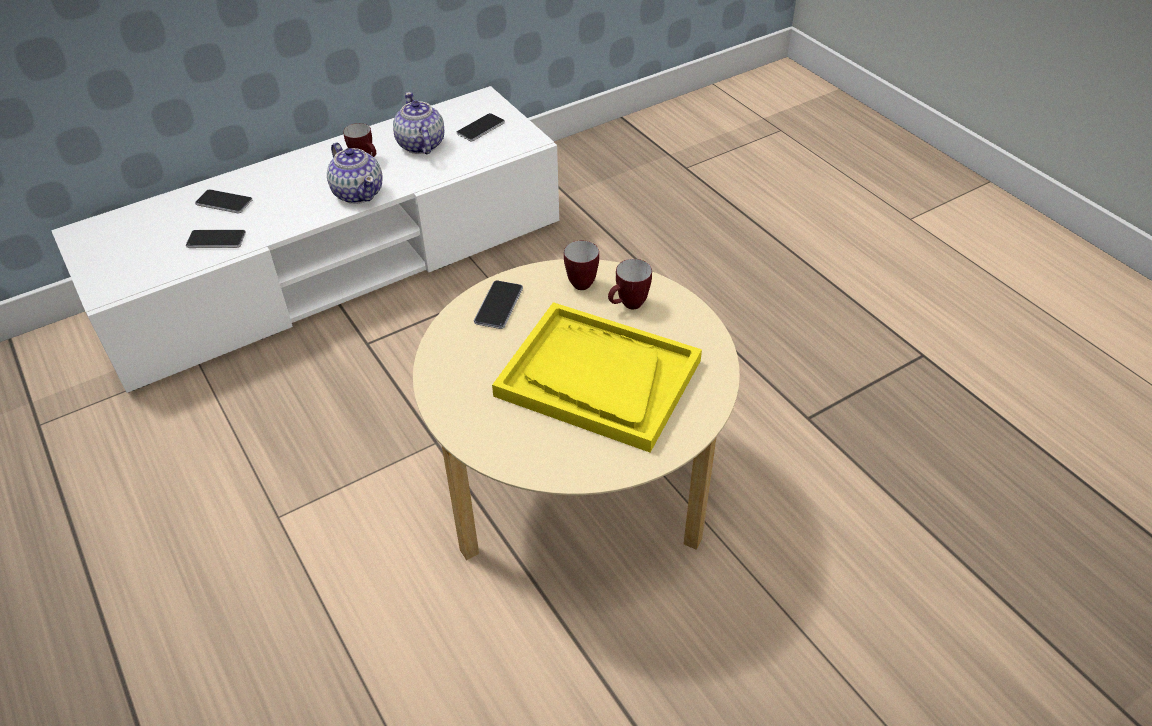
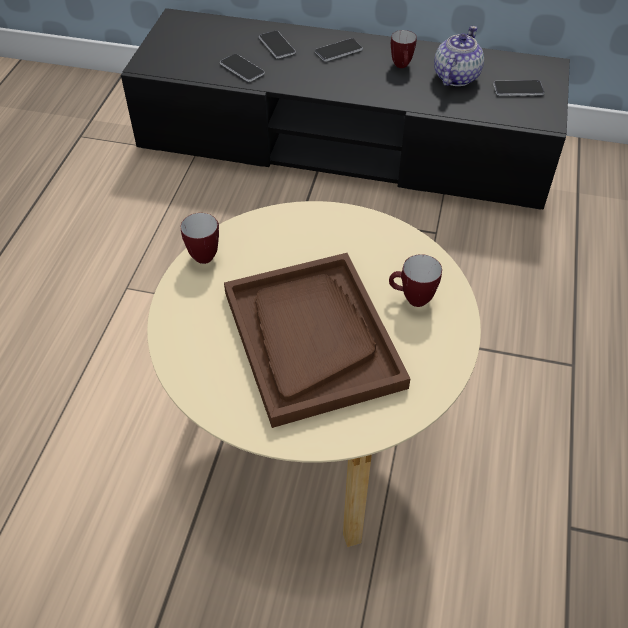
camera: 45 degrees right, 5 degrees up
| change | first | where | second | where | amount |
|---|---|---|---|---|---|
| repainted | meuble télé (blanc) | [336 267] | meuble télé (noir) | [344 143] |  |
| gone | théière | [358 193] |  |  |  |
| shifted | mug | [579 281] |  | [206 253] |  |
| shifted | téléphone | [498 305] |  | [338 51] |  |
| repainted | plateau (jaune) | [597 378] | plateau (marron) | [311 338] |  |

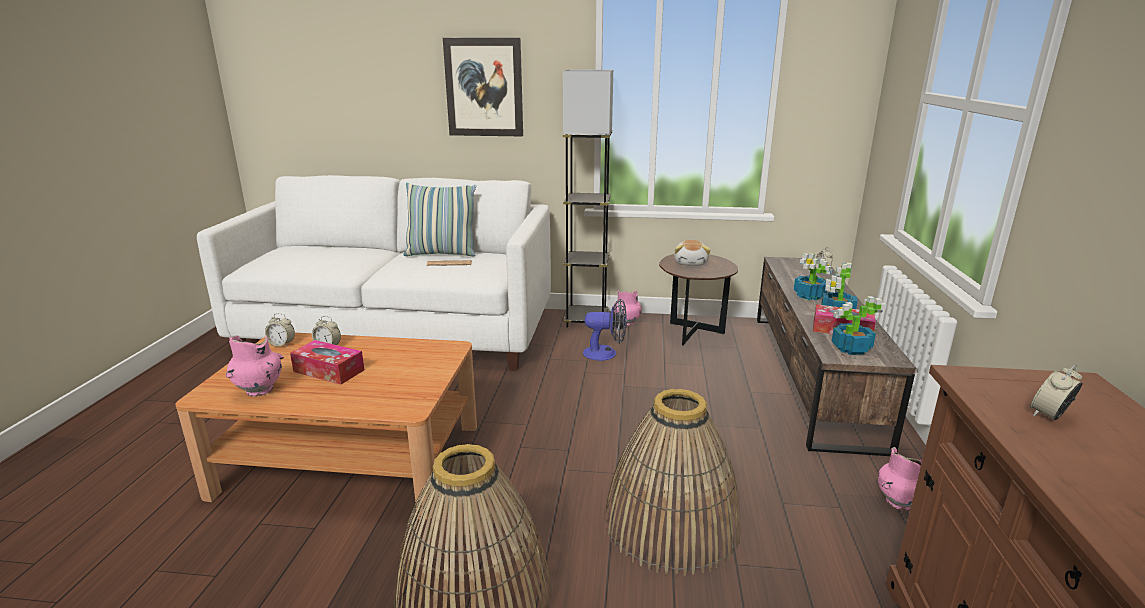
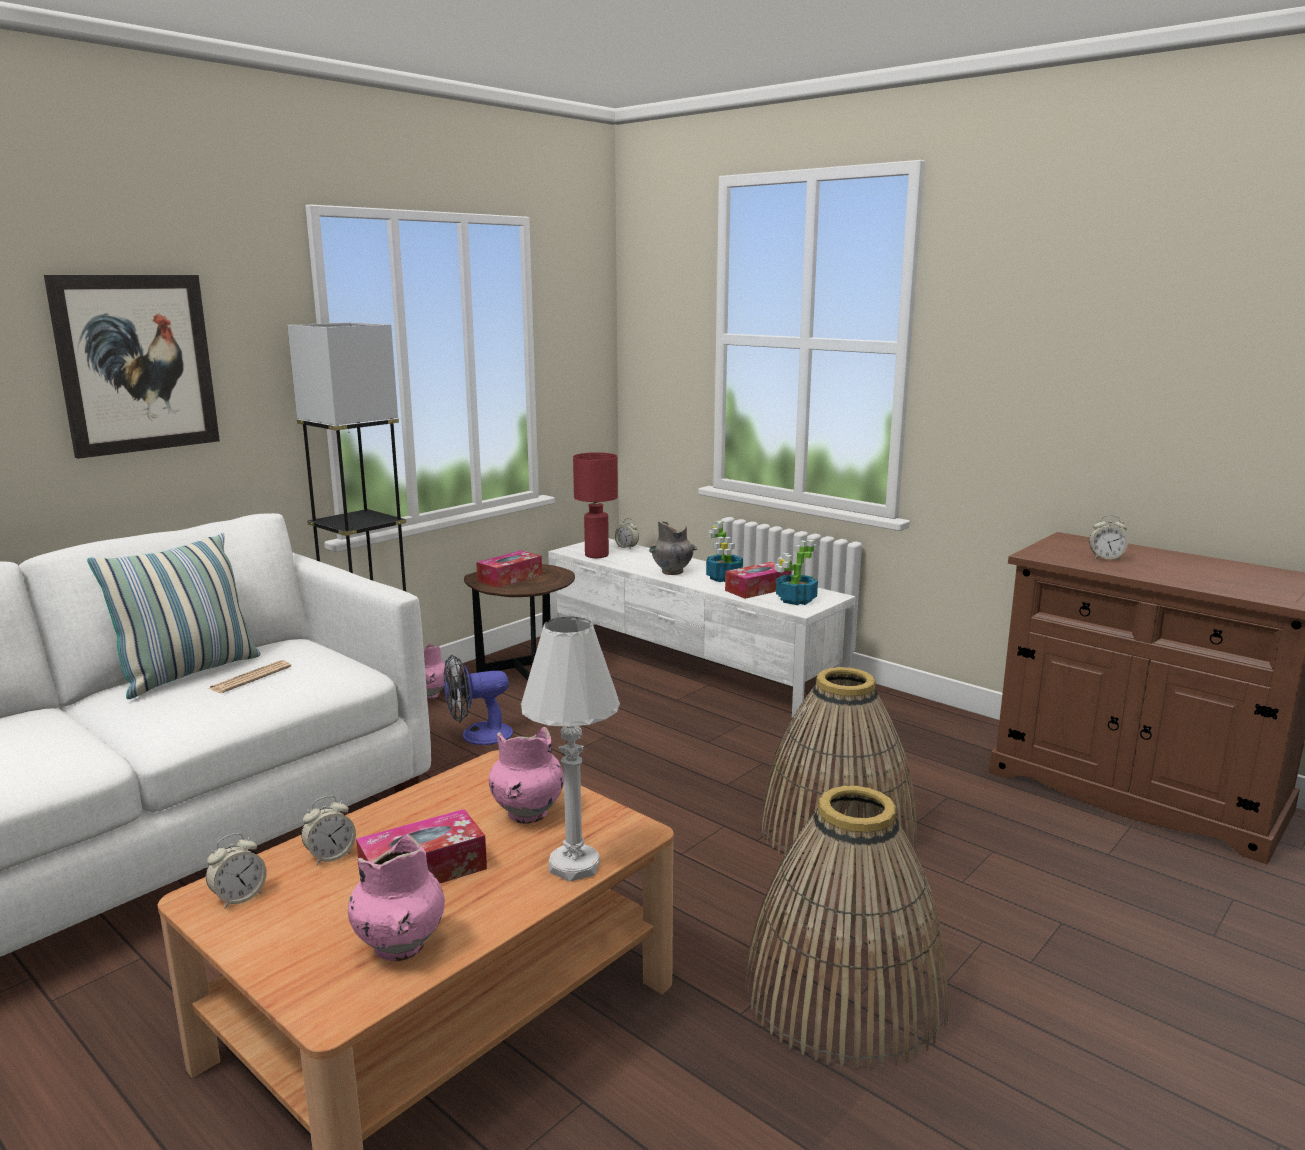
camera: 55 degrees left, 5 degrees down
| change | first | where | second | where | amount |
|---|---|---|---|---|---|
| swapped | peluche | [691 263] | boîte à mouchoirs | [510 578] |  |
| swapped | plante en pot | [810 296] | vase (gris) | [673 572] |  |
| repainted | meuble télé (marron) | [812 375] | meuble télé (blanc) | [690 662] |  |
| rotated | ventilateur | [606 353] |  | [477 735] | 150 degrees counterclockwise |
| rotated | réveil | [1049 415] |  | [1105 558] | 75 degrees counterclockwise |
| shifted | vase (rose) | [899 502] |  | [528 813] |  |
| new |  |  | lampe de table (rouge) | [597 555] |  |
| new |  |  | lampe de table (blanc) | [574 866] |  |

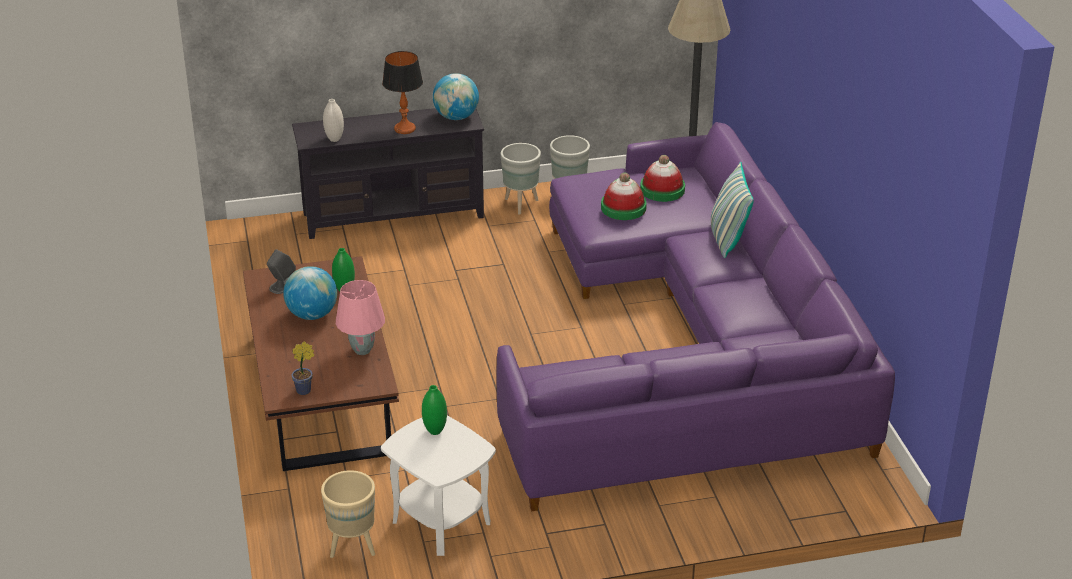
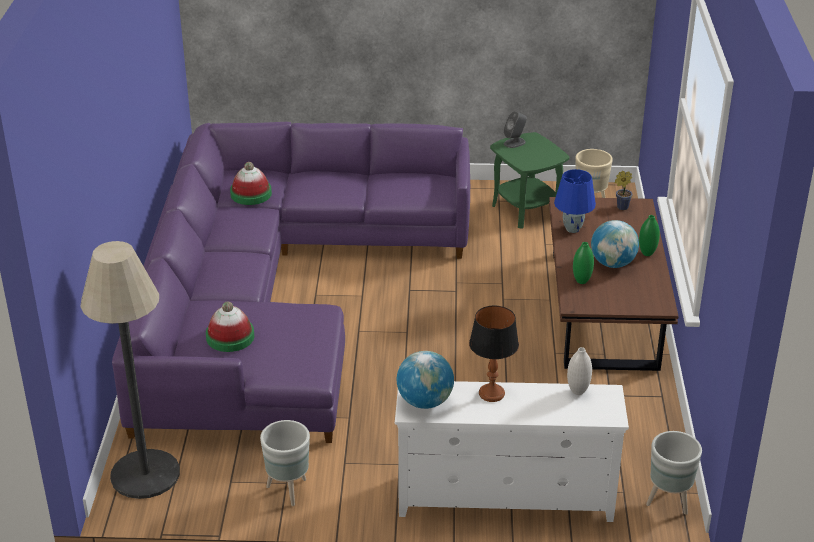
camera: 165 degrees left, 0 degrees up
| change | first | where | second | where | amount |
|---|---|---|---|---|---|
| repainted | meuble télé (noir) | [393 216] | meuble télé (blanc) | [505 499] |  |
| shifted | cache-pot (gris) | [521 204] |  | [668 501] |  |
| gone | coussin | [727 239] |  |  |  |
| shifted | chapeau | [623 208] |  | [251 194] |  |
| shifted | enceinte (gris) | [282 286] |  | [515 142] |  |
| repainted | lampe de table (rose) | [362 350] | lampe de table (bleu) | [572 229] |  |
| shifted | vase (vert) | [435 431] |  | [647 253] |  |
| repainted | table d'appoint (blanc) | [440 522] | table d'appoint (vert) | [526 210] |  |

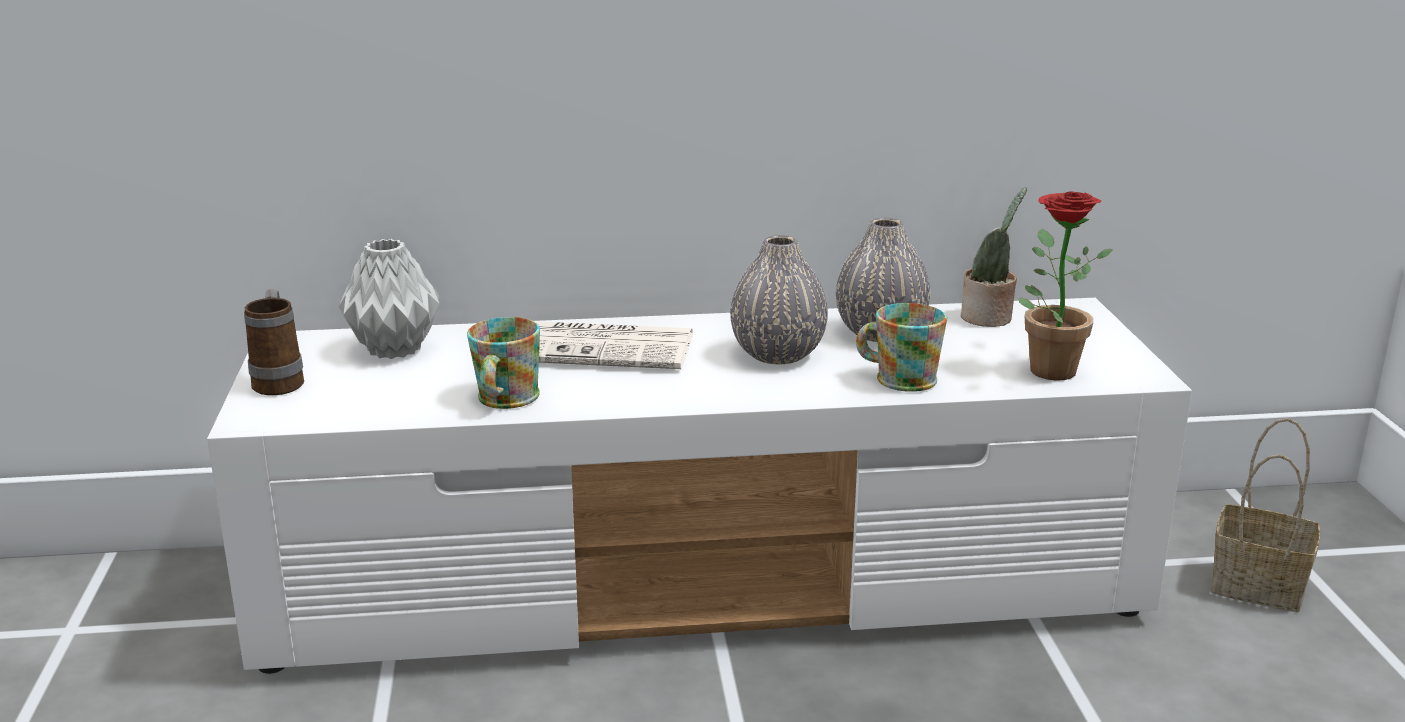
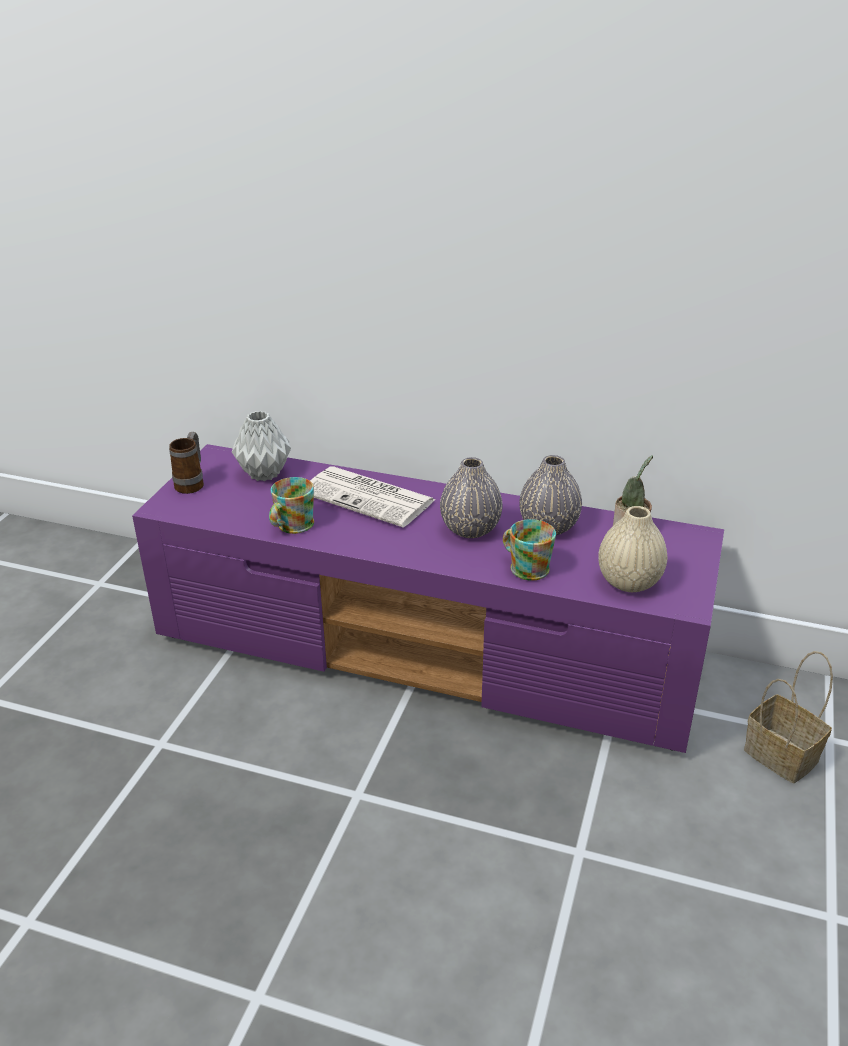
camera: 25 degrees right, 10 degrees up
| change | first | where | second | where | amount |
|---|---|---|---|---|---|
| swapped | plante en pot | [1046 367] | vase (beige) | [629 581] |  |
| repainted | meuble télé (blanc) | [707 585] | meuble télé (violet) | [428 649] |  |

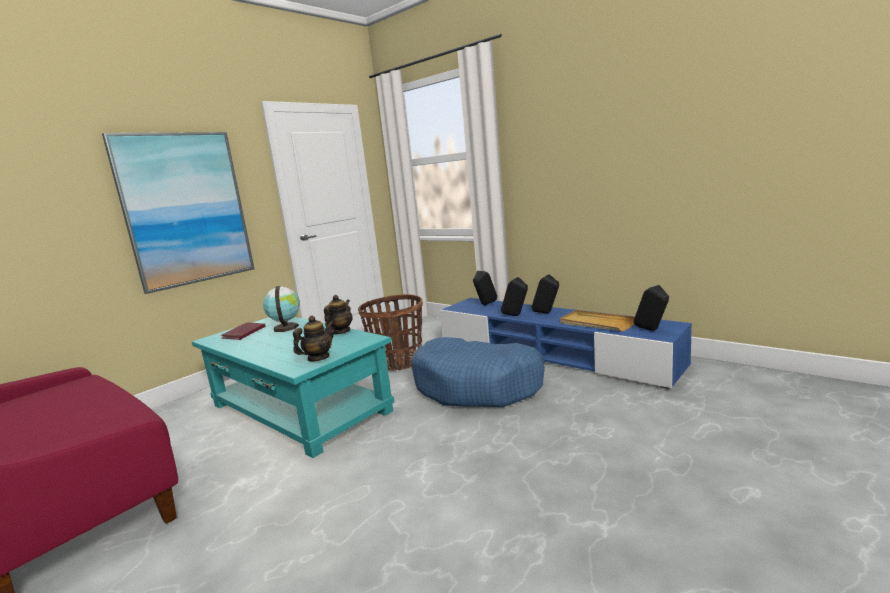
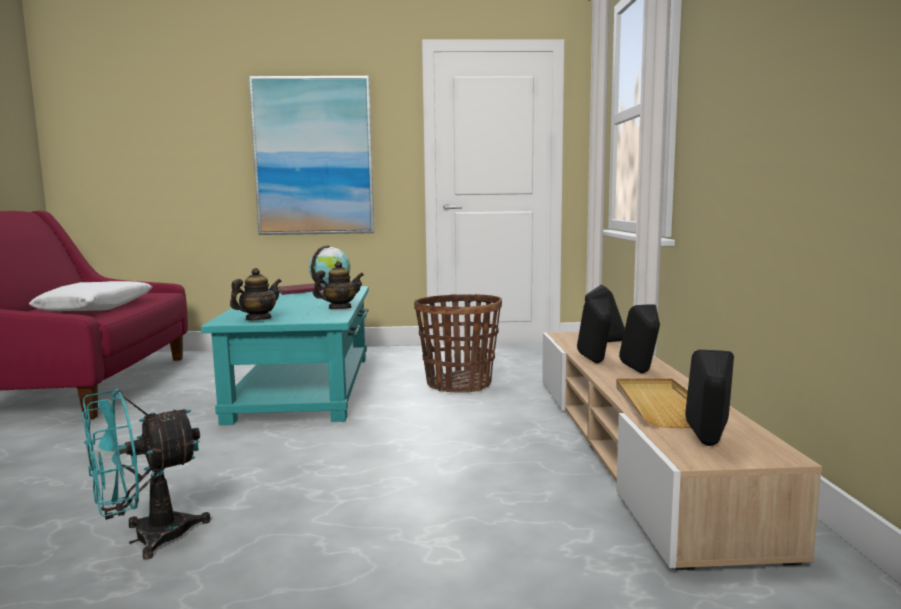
camera: 45 degrees right, 5 degrees down
| change | first | where | second | where | amount |
|---|---|---|---|---|---|
| repainted | meuble télé (bleu) | [552 354] | meuble télé (beige) | [633 447] |  |
| rotated | théière | [318 358] |  | [258 319] | 45 degrees counterclockwise |
| gone | panier pour chien (bleu) | [478 386] |  |  |  |
| new |  |  | coussin (blanc) | [96 308] |  |
| new |  |  | ventilateur (turquoise) | [146 539] |  |

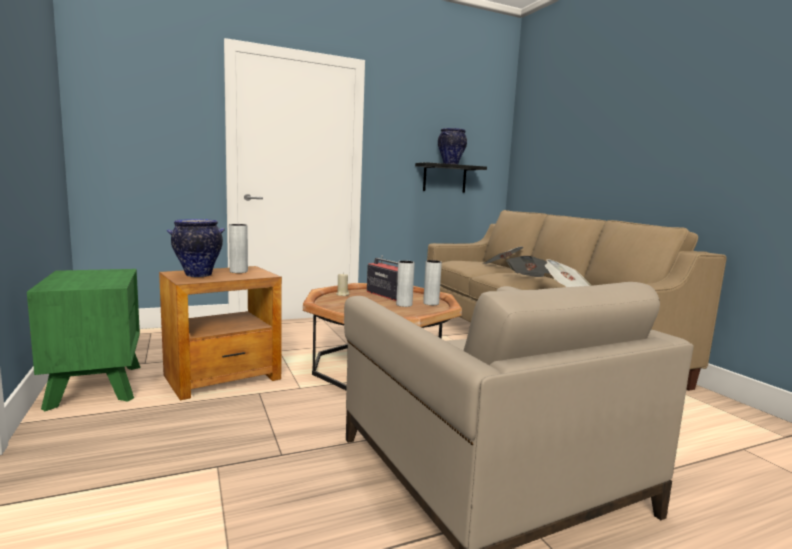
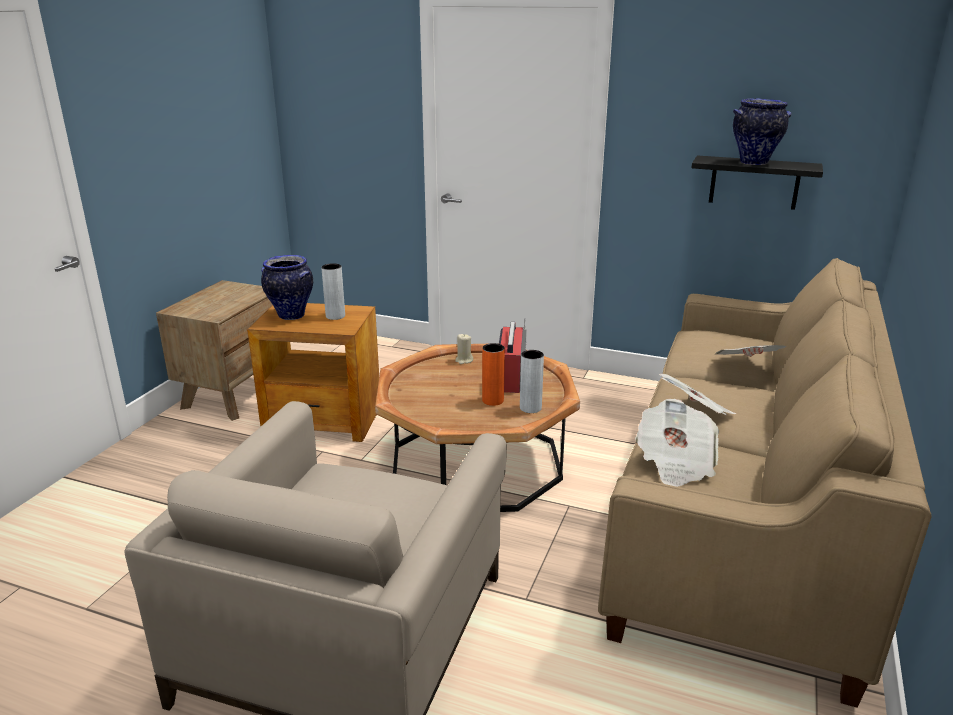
camera: 45 degrees right, 15 degrees up
| change | first | where | second | where | amount |
|---|---|---|---|---|---|
| repainted | vase (gris) | [404 305] | vase (orange) | [493 400] |  |
| repainted | table de chevet (vert) | [95 386] | table de chevet (marron) | [234 394] |  |

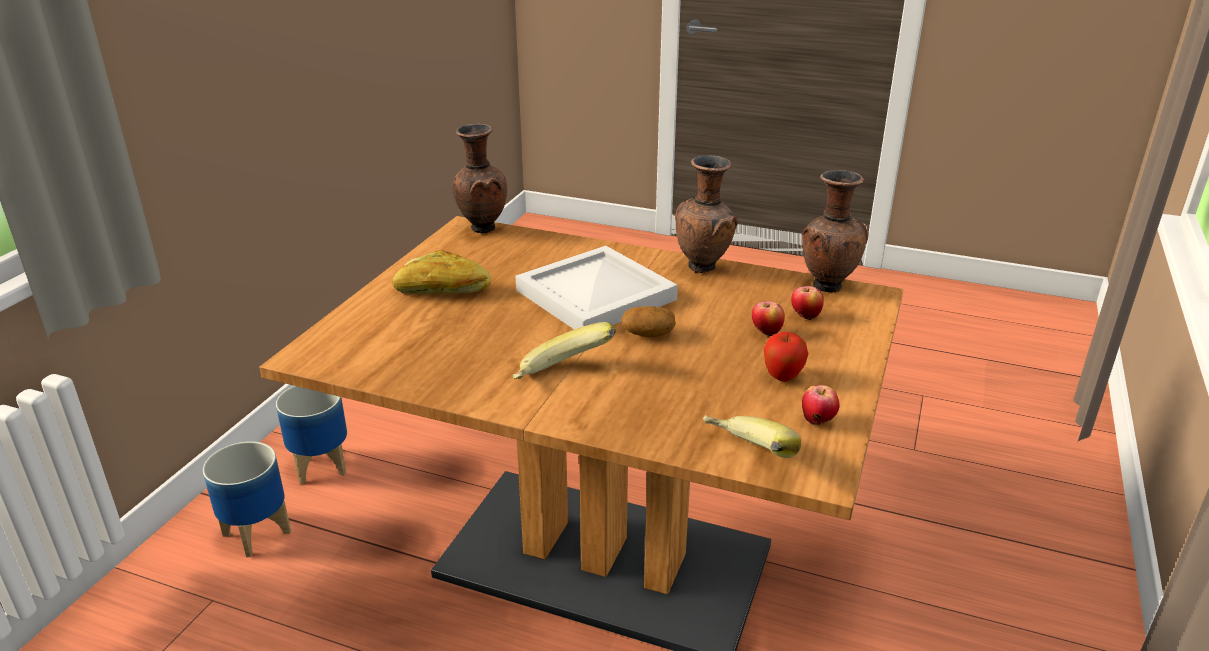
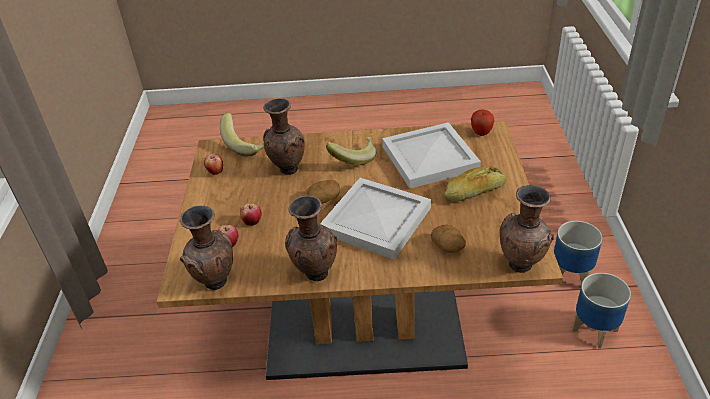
camera: 160 degrees right, 10 degrees up
| change | first | where | second | where | amount |
|---|---|---|---|---|---|
| shifted | pomme | [782 377] |  | [481 133] |  |
| new |  |  | vase (marron) | [287 169] |  |
| new |  |  | plateau (blanc) | [431 158] |  |
| new |  |  | pomme de terre | [448 246] |  |

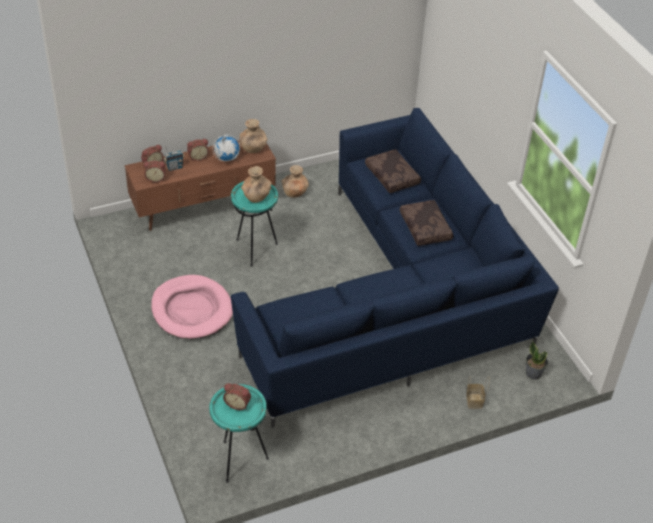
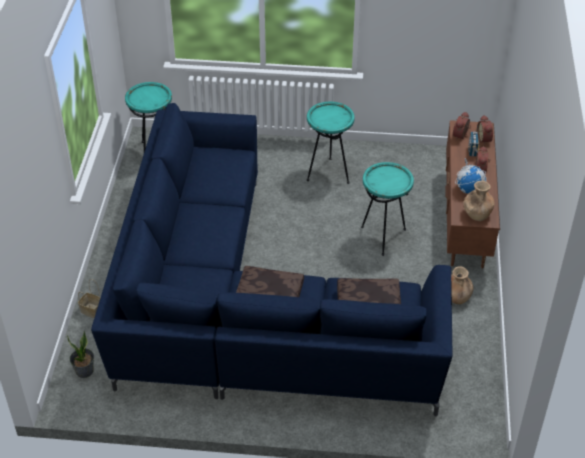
camera: 120 degrees right, 0 degrees up
| change | first | where | second | where | amount |
|---|---|---|---|---|---|
| gone | vase (marron) | [256 197] |  |  |  |
| swapped | panier pour chien (rose) | [192 310] | table d'appoint (turquoise) | [328 174] |  |
| gone | réveil | [238 403] |  |  |  |

